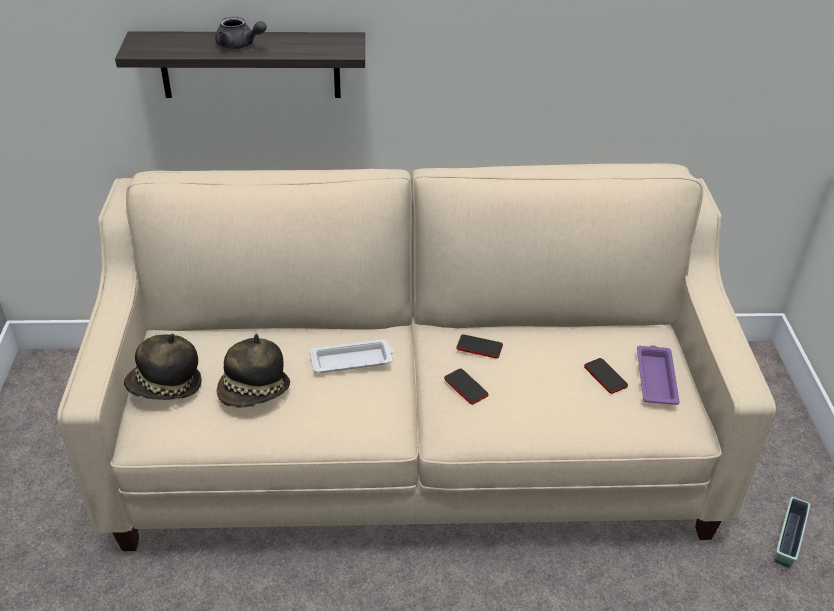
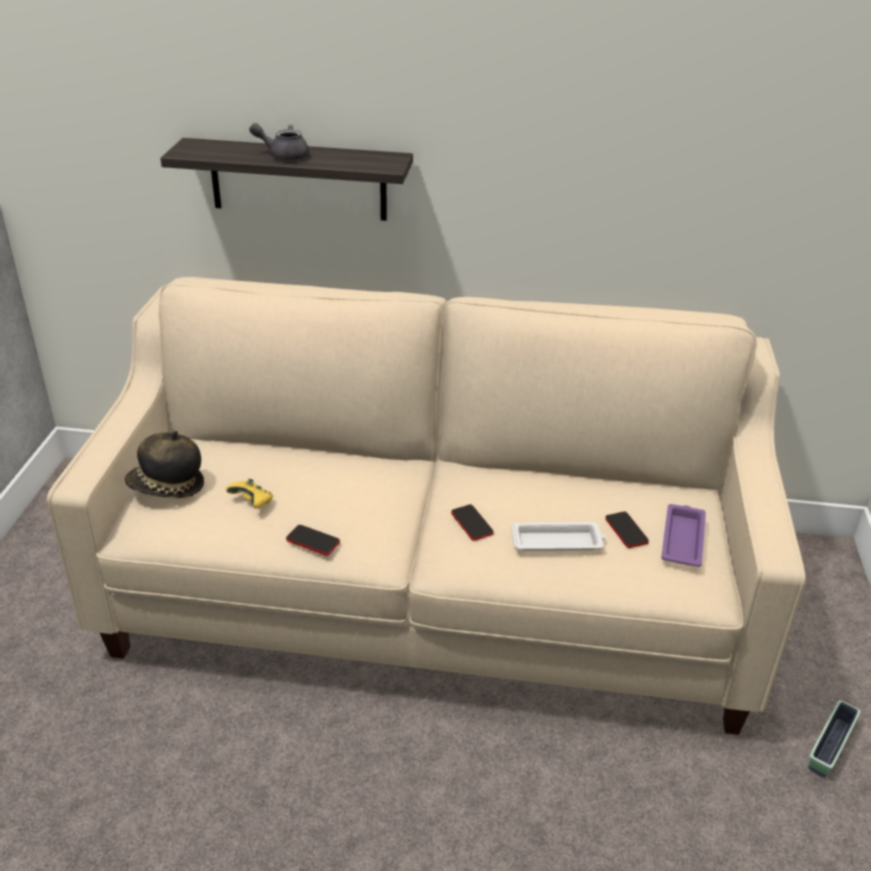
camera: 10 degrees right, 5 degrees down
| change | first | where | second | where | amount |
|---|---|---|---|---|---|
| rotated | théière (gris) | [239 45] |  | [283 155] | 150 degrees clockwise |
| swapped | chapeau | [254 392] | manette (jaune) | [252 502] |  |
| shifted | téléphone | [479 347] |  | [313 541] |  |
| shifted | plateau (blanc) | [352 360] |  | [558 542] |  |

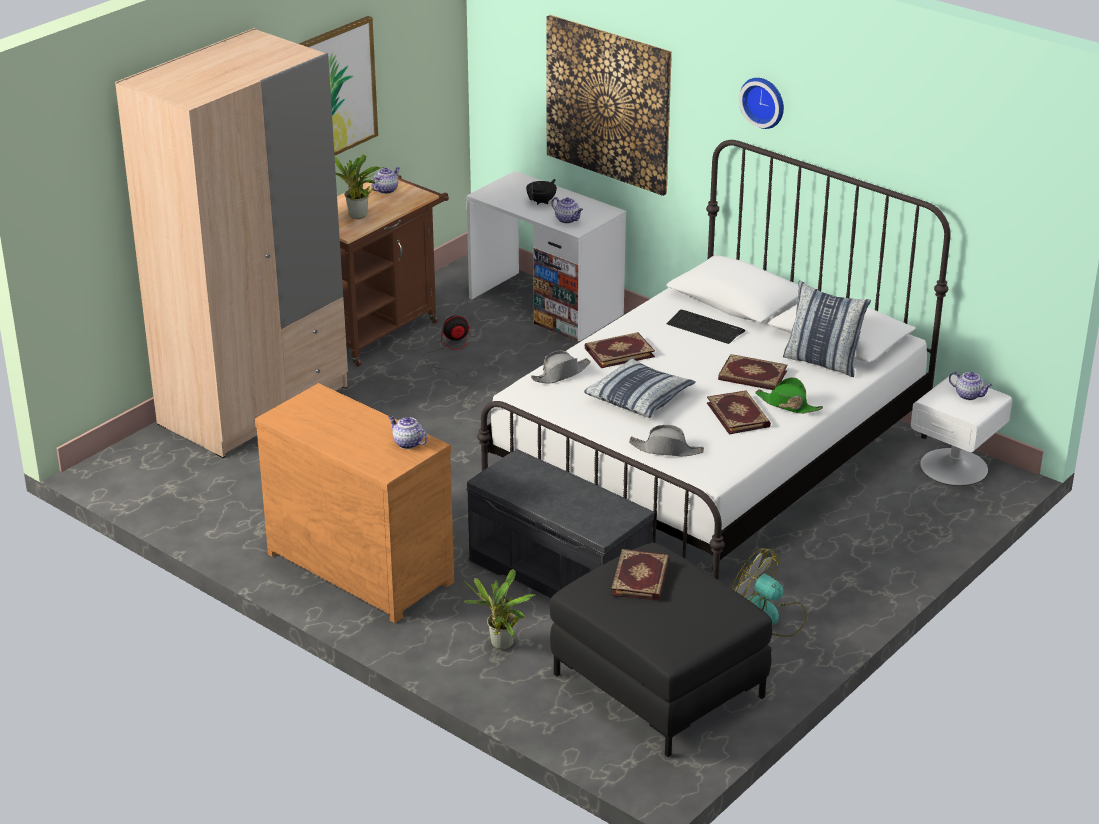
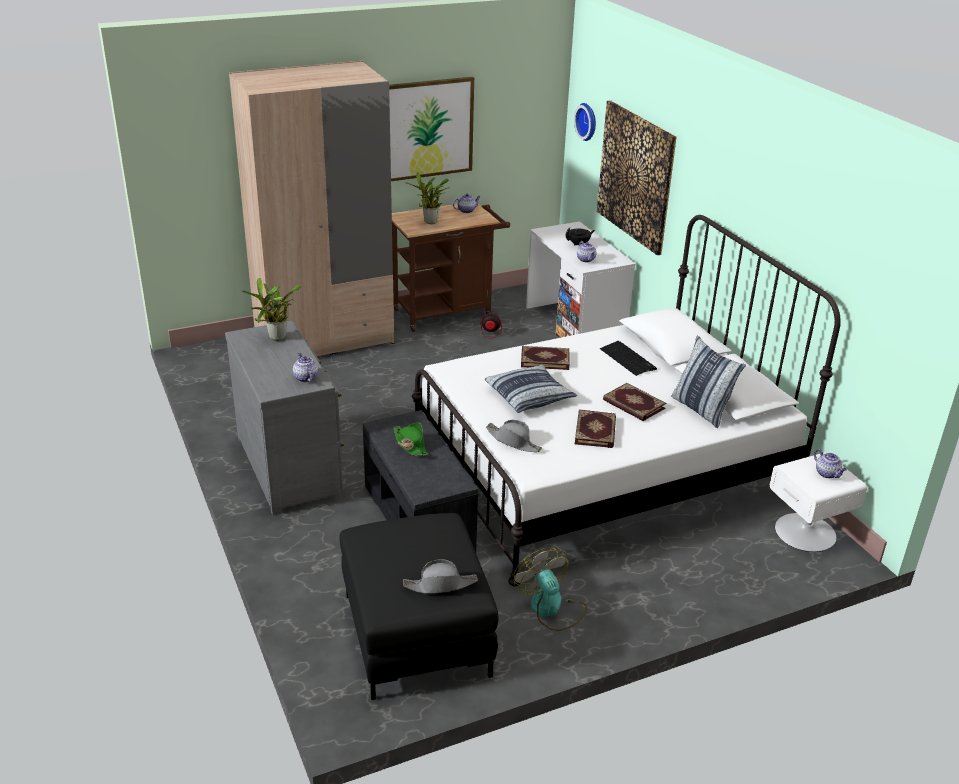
camera: 25 degrees right, 0 degrees up
| change | first | where | second | where | amount |
|---|---|---|---|---|---|
| shifted | horloge murale | [764 101] |  | [588 121] |  |
| shifted | chapeau (gris) | [561 374] |  | [440 585] |  |
| shifted | chapeau (vert) | [788 404] |  | [410 444] |  |
| repainted | commode (marron) | [362 565] | commode (gris) | [291 466] |  |
| gone | livre | [641 578] |  |  |  |
| shifted | plante en pot | [501 646] |  | [275 338] |  |

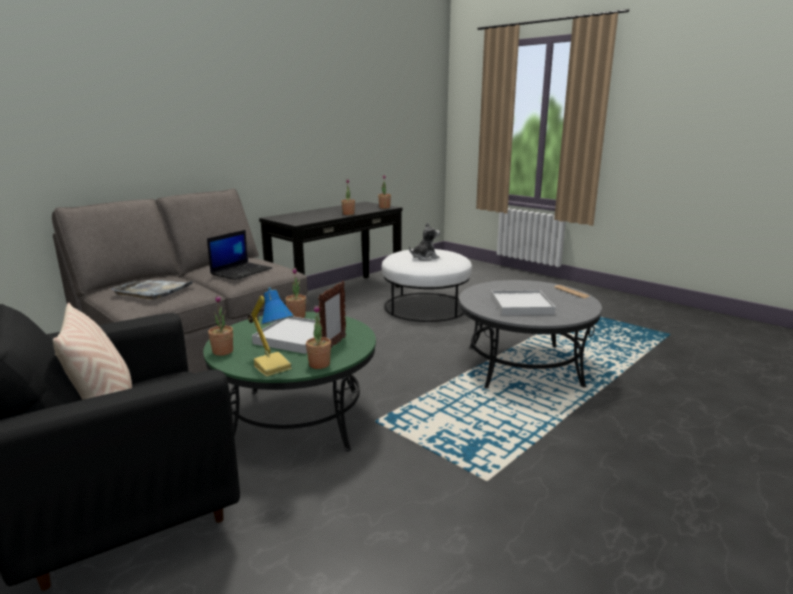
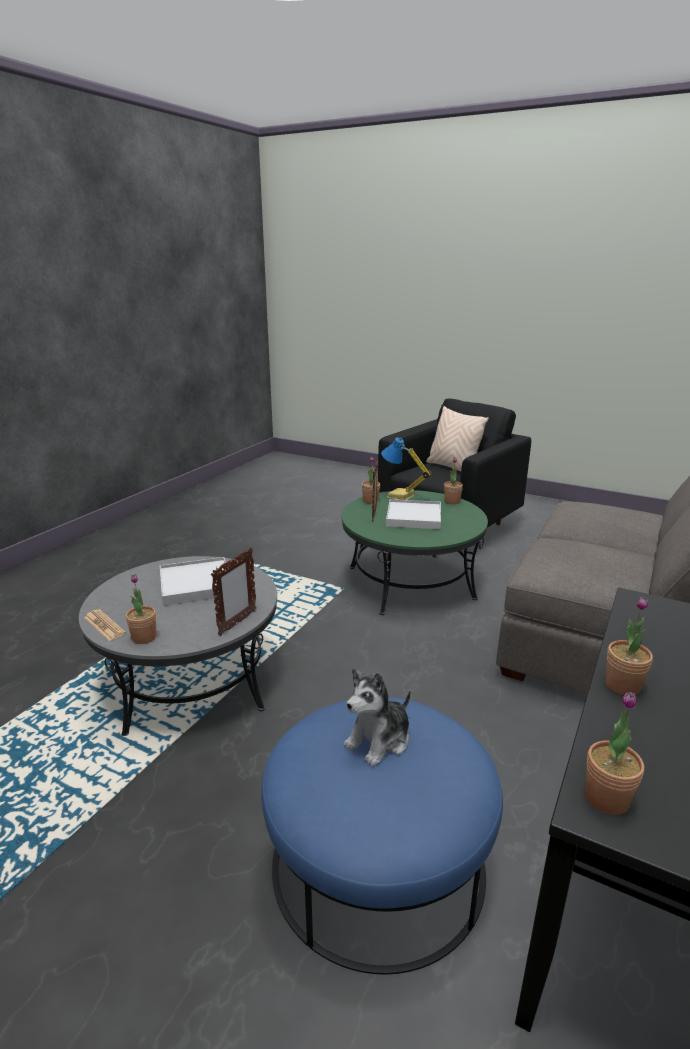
camera: 165 degrees right, 5 degrees up
| change | first | where | second | where | amount |
|---|---|---|---|---|---|
| gone | ordinateur portable | [241 271] |  |  |  |
| repainted | pouf (blanc) | [425 306] | pouf (bleu) | [378 861] |  |
| shifted | plante en pot | [296 316] |  | [144 637] |  |
| gone | plateau (gris) | [153 291] |  |  |  |
| new |  |  | cadre photo | [237 623] |  |

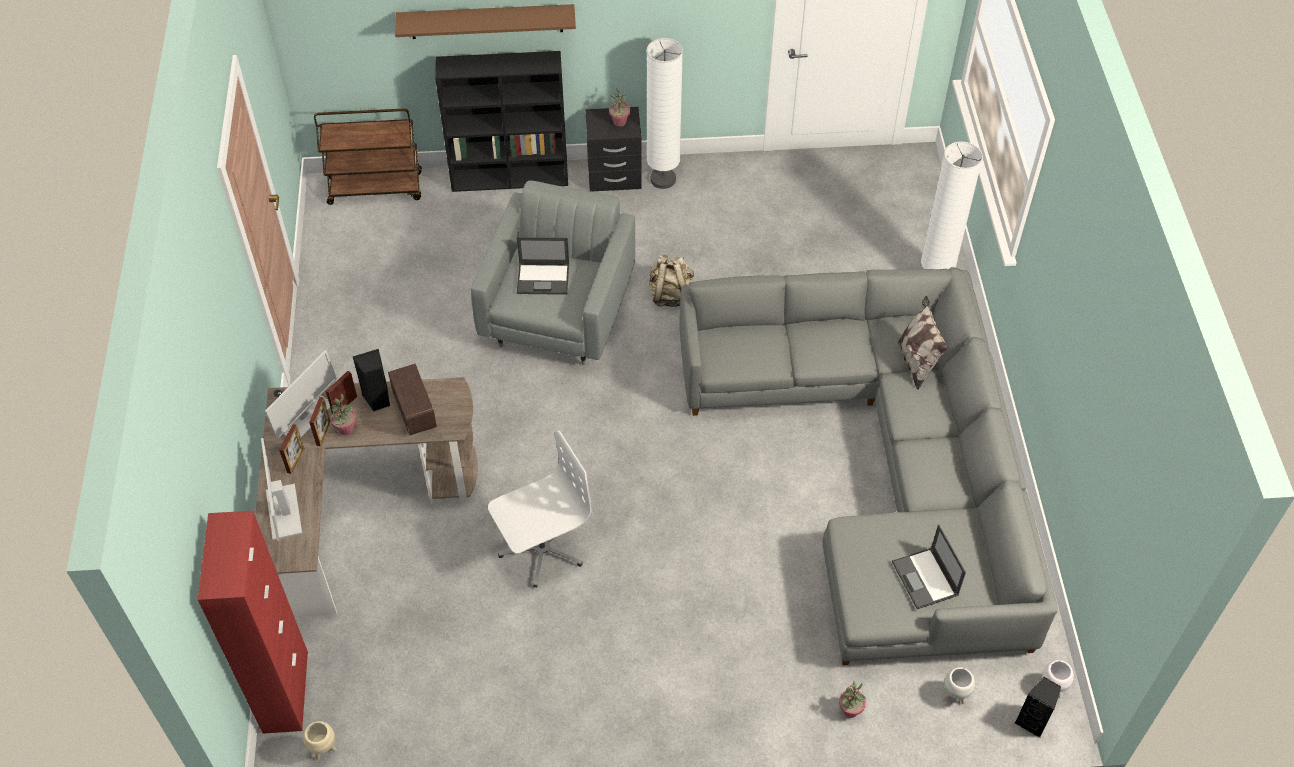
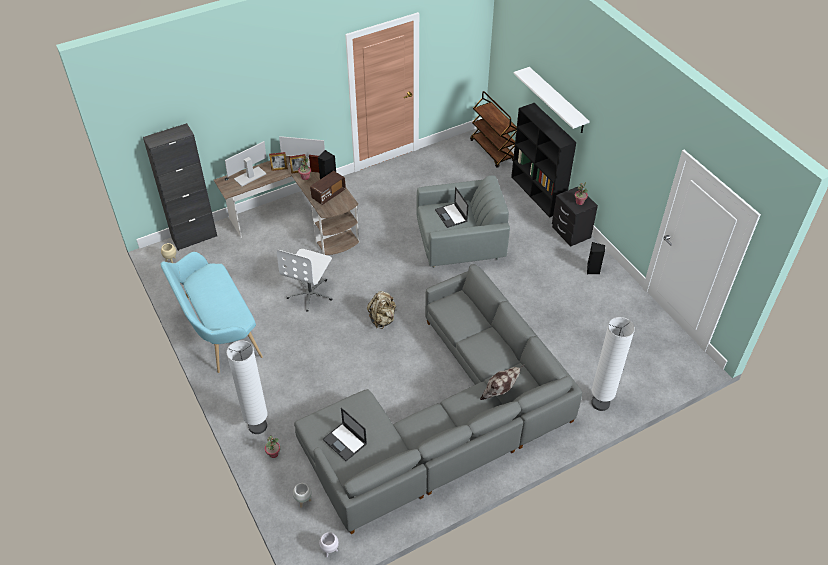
camera: 65 degrees right, 5 degrees down
| change | first | where | second | where | amount |
|---|---|---|---|---|---|
| repainted | étagère (marron) | [486 21] | étagère (blanc) | [557 101] |  |
| shifted | lampadaire (blanc) | [663 179] |  | [257 426] |  |
| shifted | sac à dos (beige) | [671 295] |  | [382 319] |  |
| rotated | chaise de bureau (blanc) | [541 549] |  | [310 293] | 75 degrees clockwise |
| repainted | meuble de rangement (rouge) | [285 692] | meuble de rangement (noir) | [194 237] |  |
| rotated | ordinateur portable | [925 579] |  | [345 442] | 90 degrees counterclockwise |
| shifted | enceinte (noir) | [1032 721] |  | [593 270] |  |
| new |  |  | banc (turquoise) | [218 332] |  |

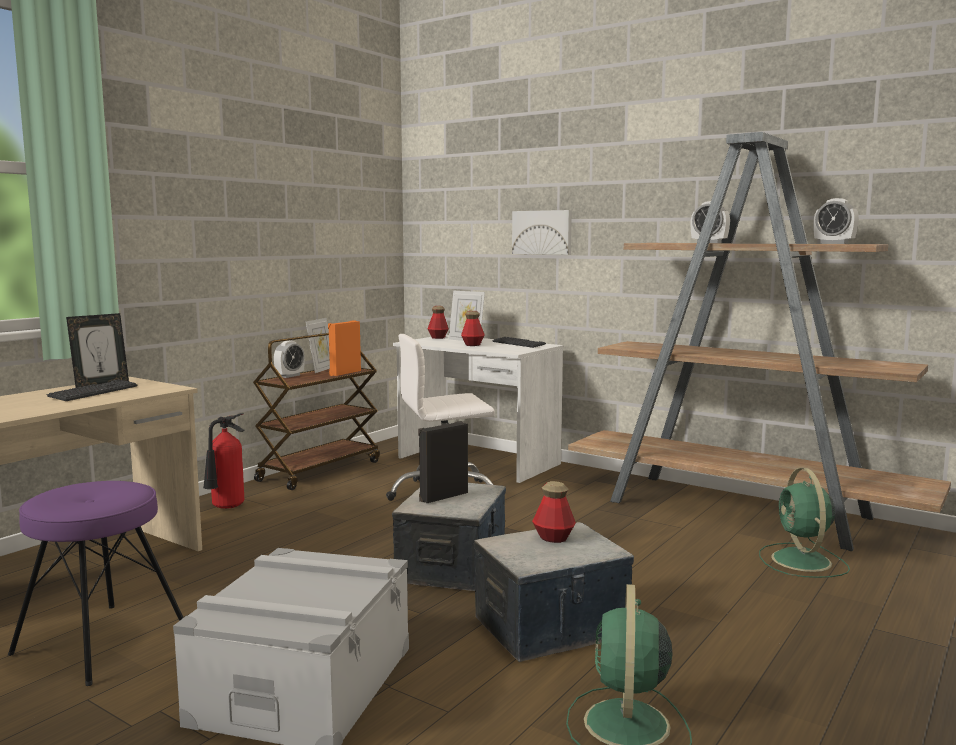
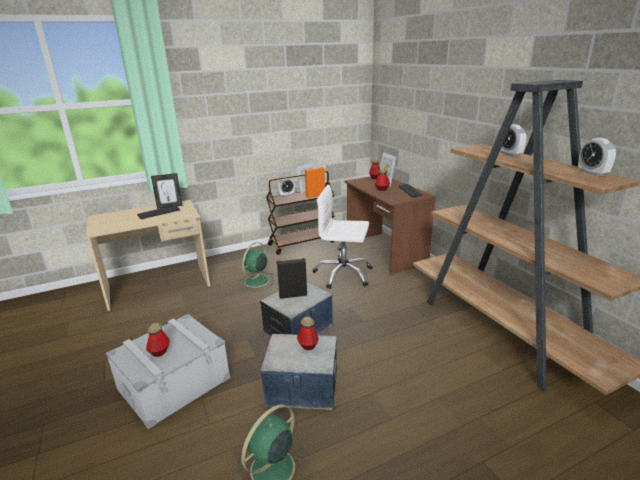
camera: 30 degrees right, 15 degrees up
| change | first | where | second | where | amount |
|---|---|---|---|---|---|
| gone | tableau | [542 232] |  |  |  |
| repainted | bureau (blanc) | [477 461] | bureau (marron) | [384 252] |  |
| gone | extincteur | [226 508] |  |  |  |
| shifted | ventilateur (vert) | [802 561] |  | [256 282] |  |
| gone | tabouret (violet) | [101 642] |  |  |  |
| new |  |  | bouteille | [159 351] |  |

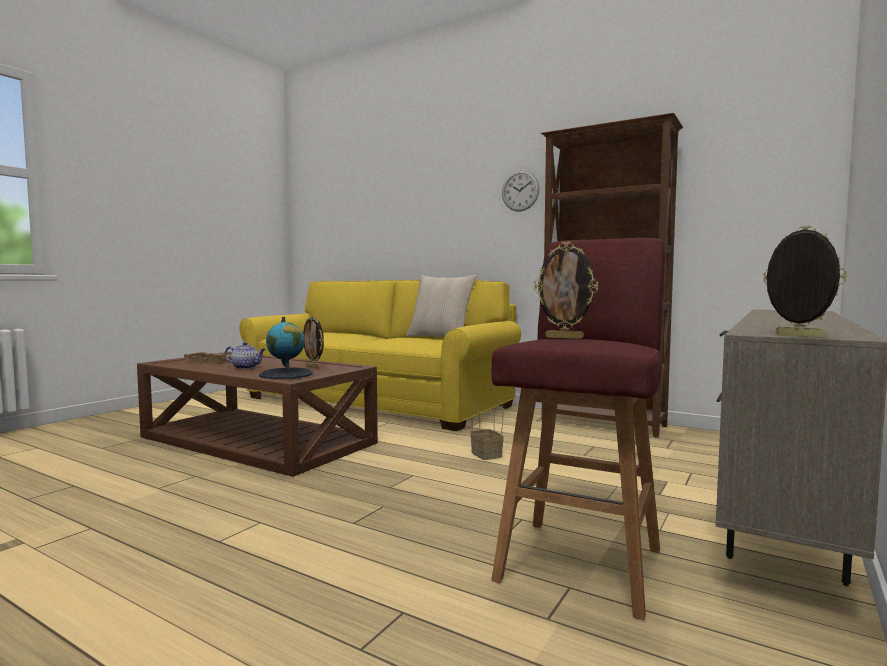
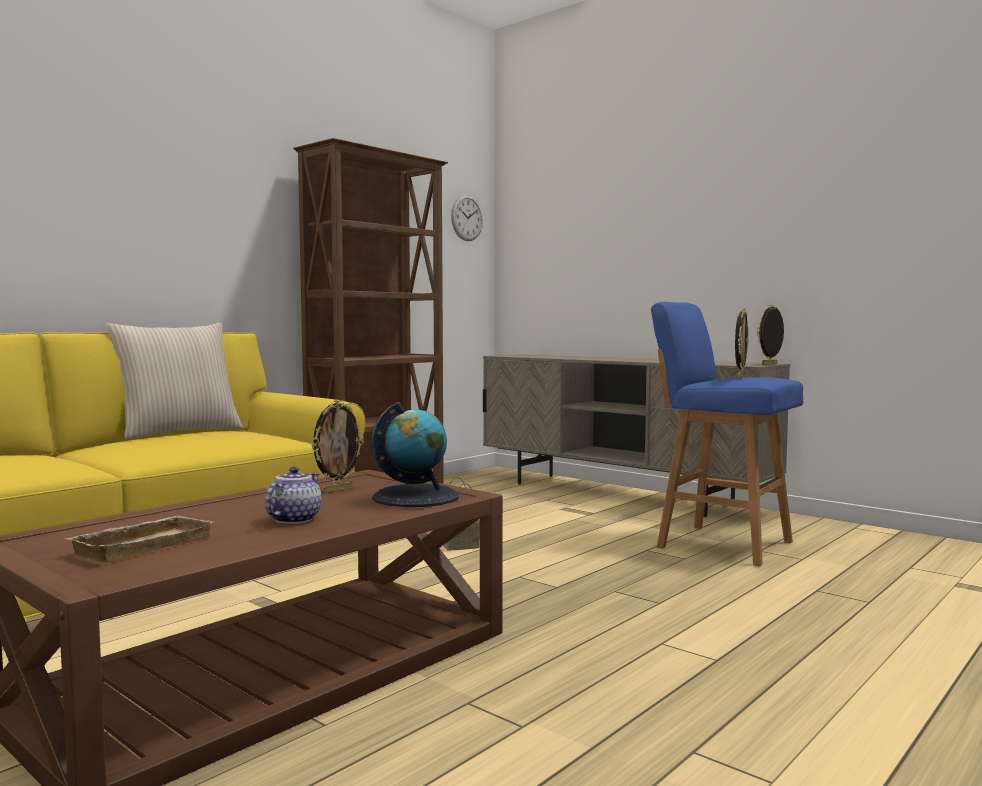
camera: 80 degrees left, 0 degrees up
| change | first | where | second | where | amount |
|---|---|---|---|---|---|
| shifted | horloge murale | [520 191] |  | [467 218] |  |
| repainted | tabouret (rouge) | [582 562] | tabouret (bleu) | [721 544] |  |

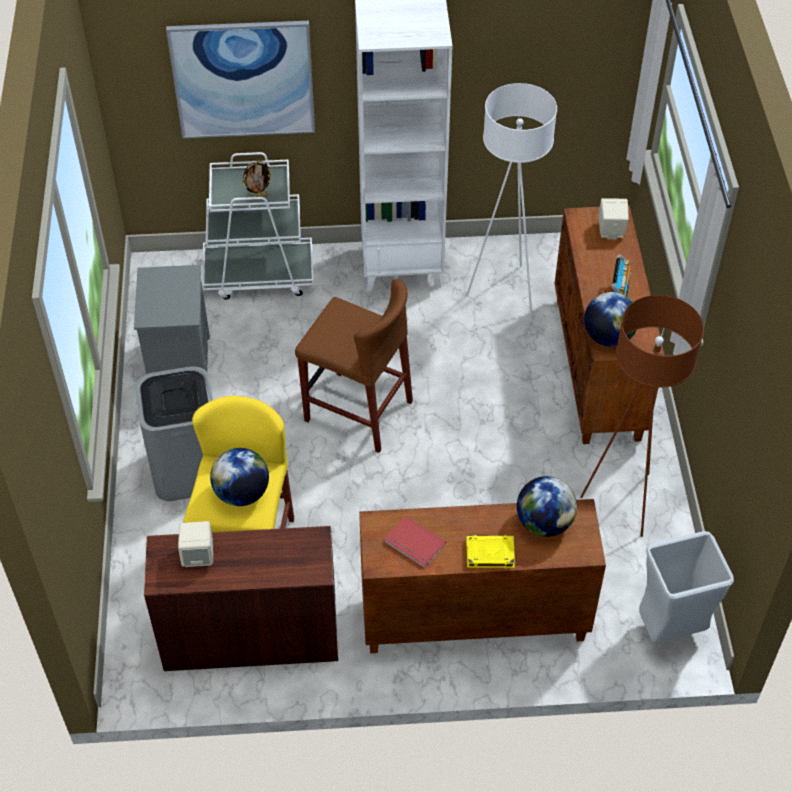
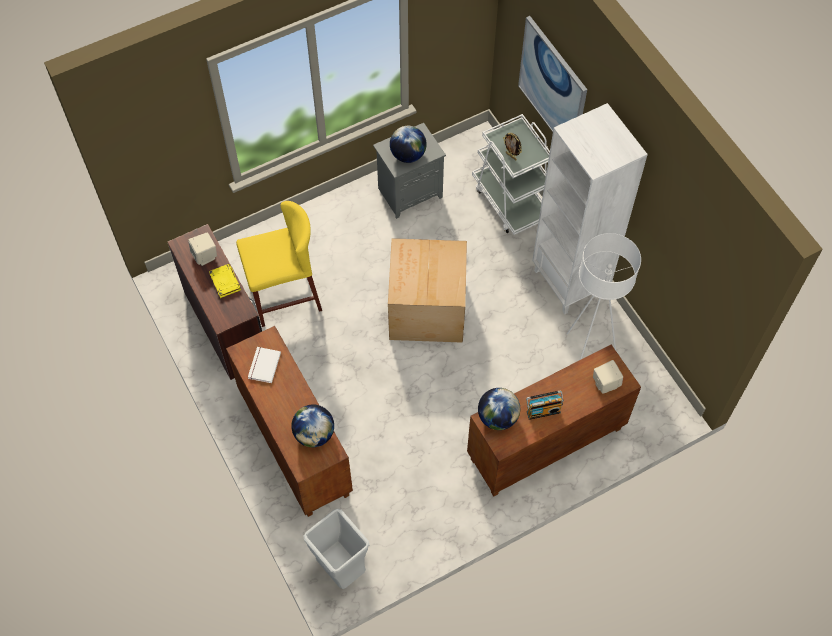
camera: 65 degrees right, 10 degrees up
| change | first | where | second | where | amount |
|---|---|---|---|---|---|
| swapped | tabouret (marron) | [358 411] | carton | [426 310] |  |
| gone | lampadaire (marron) | [624 501] |  |  |  |
| gone | poubelle (gris) | [188 469] |  |  |  |
| shifted | globe | [242 493] |  | [408 155] |  |
| repainted | livre (rouge) | [414 544] | livre (blanc) | [263 365] |  |
| shifted | livre (jaune) | [489 554] |  | [224 282] |  |

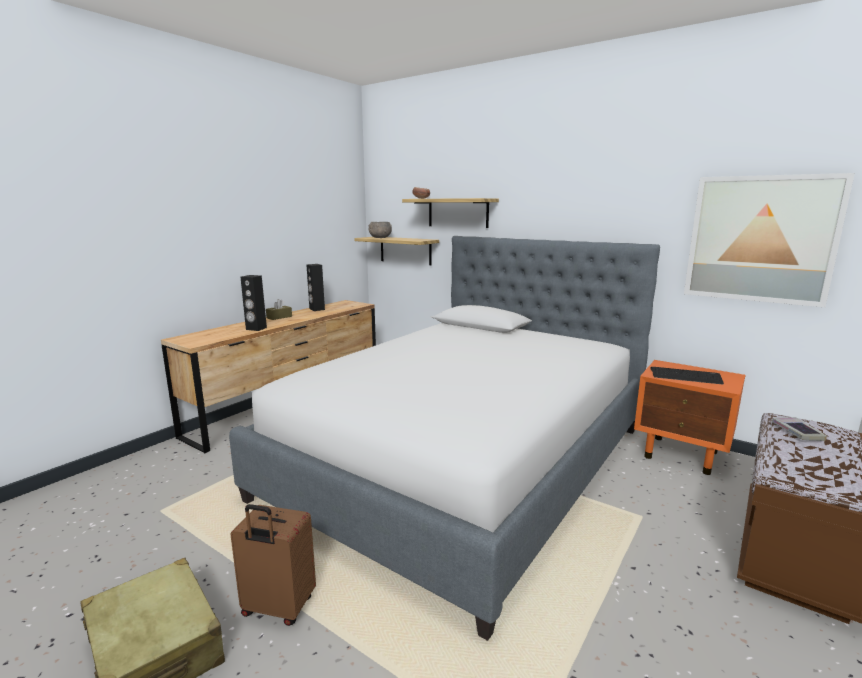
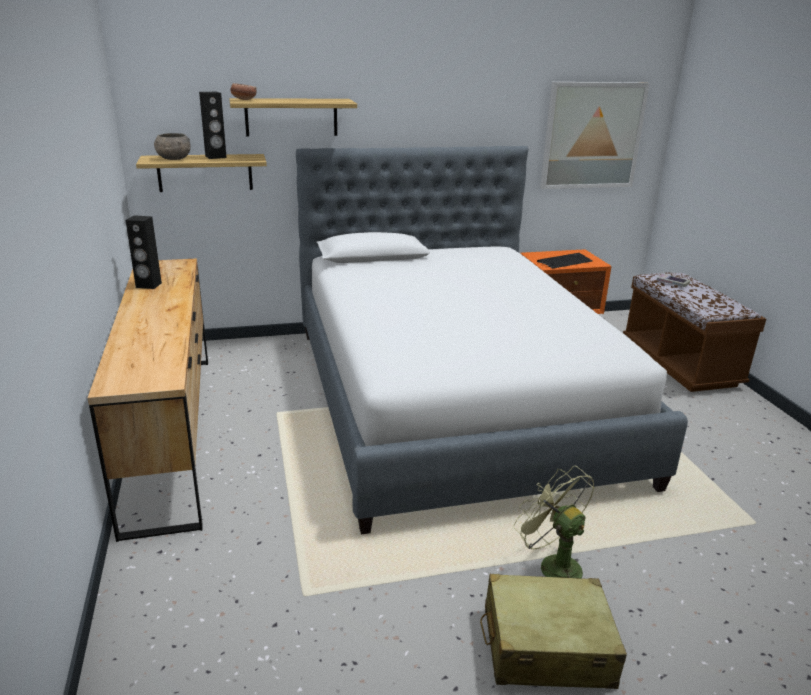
camera: 50 degrees left, 10 degrees up
| change | first | where | second | where | amount |
|---|---|---|---|---|---|
| shifted | enceinte (noir) | [256 328] |  | [216 157] |  |
| gone | boîte à mouchoirs (marron) | [279 317] |  |  |  |
| swapped | valise (marron) | [278 608] | ventilateur (vert) | [552 565] |  |

